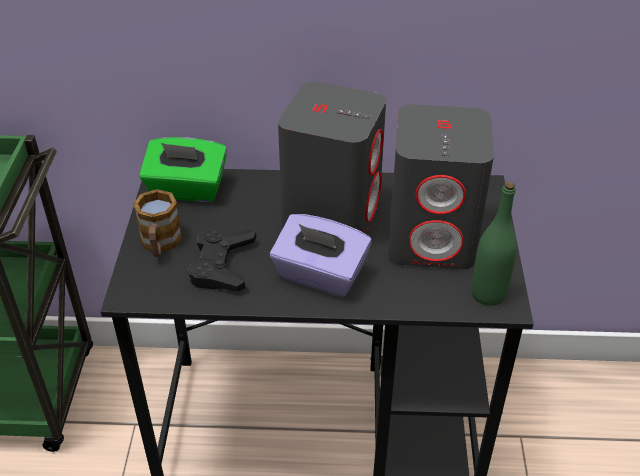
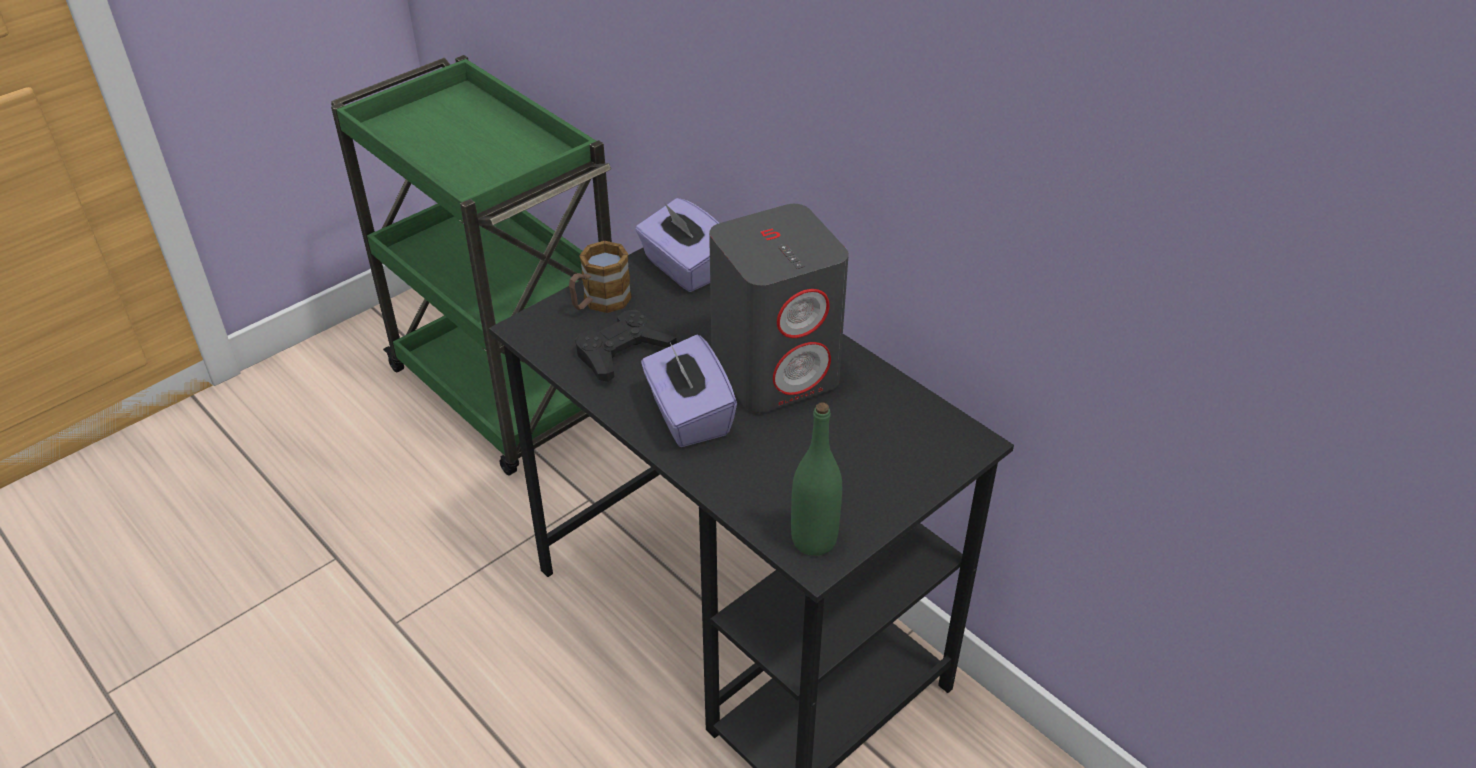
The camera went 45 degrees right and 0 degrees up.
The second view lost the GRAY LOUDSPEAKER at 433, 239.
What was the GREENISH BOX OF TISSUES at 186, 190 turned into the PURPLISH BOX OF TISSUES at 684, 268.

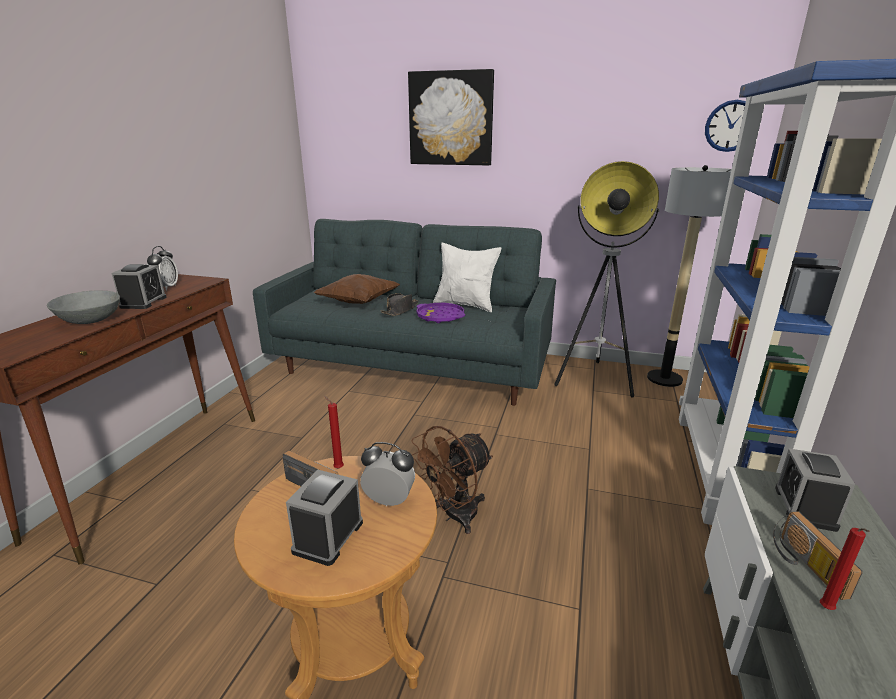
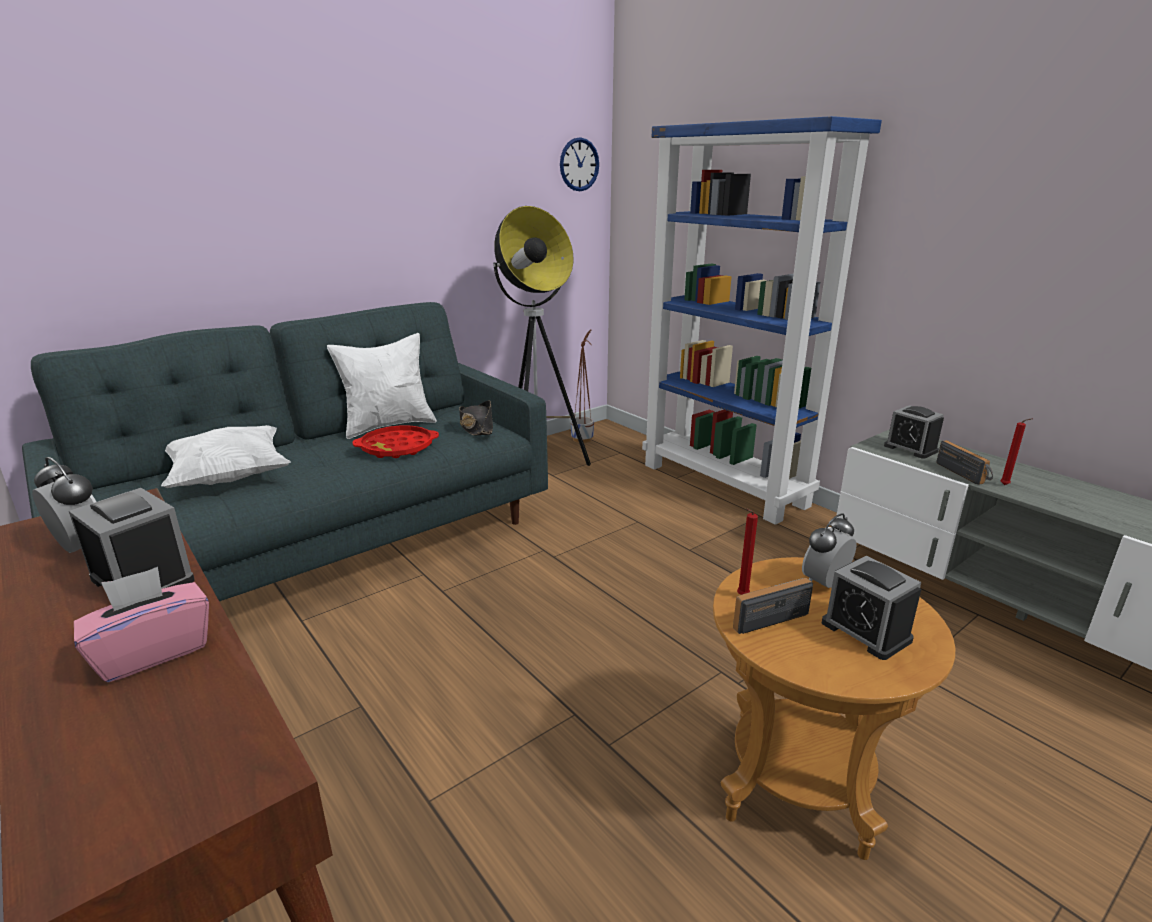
The camera went 55 degrees left and 0 degrees up.
The second view lost the WALL PICTURE at 451, 119.
The second view lost the BROWNISH COOLING FAN at 454, 516.
The BLACKISH CLOTHING HAT ended up elsewhere, having gone from 400, 310 to 476, 427.
Where the GRAY SERVING BOWL stood at 89, 320, the PINK BOX OF TISSUES came to stand at 153, 651.
Where the STANDING LAMP stood at 664, 379, the PLANT POT came to stand at 582, 439.
What was the BROWNISH PILLOW at 358, 302 turned into the WHITE PILLOW at 229, 478.
What was the PURPLISH SERVING TRAY at 440, 317 turned into the REDDISH SERVING TRAY at 397, 448.
The RADIO RECEIVER at 803, 564 ended up facing another way, 135 degrees counterclockwise from before.

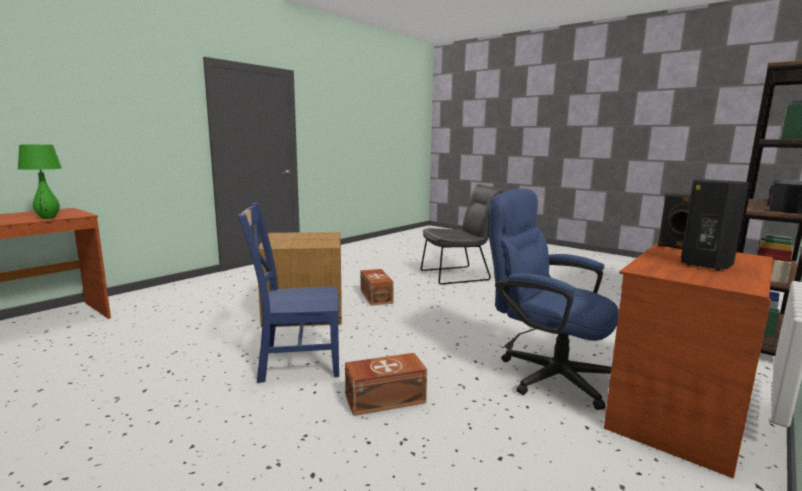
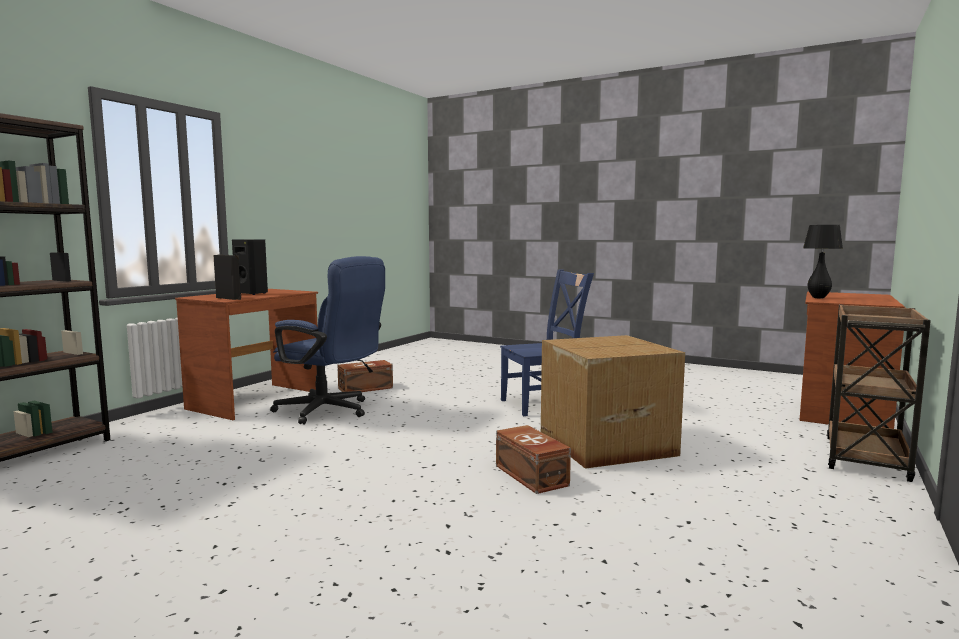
The camera went 170 degrees right and 5 degrees down.
The second view lost the GRAY PLAIN CHAIR at 459, 275.
The second view gained the BROWNISH WHEELED CART at 866, 459.
The BROWNISH STORAGE BOX ended up elsewhere, having gone from 383, 398 to 366, 388.
What was the GREENISH TABLE LAMP at 48, 218 turned into the BLACKISH TABLE LAMP at 818, 298.

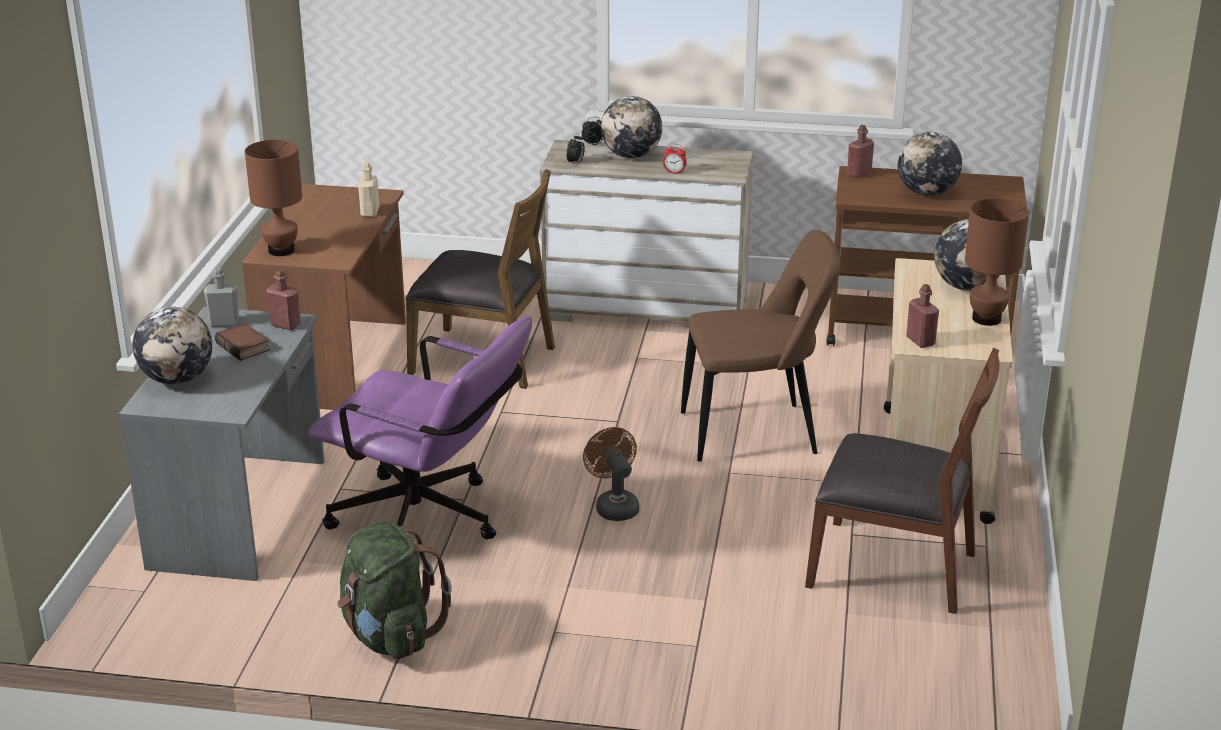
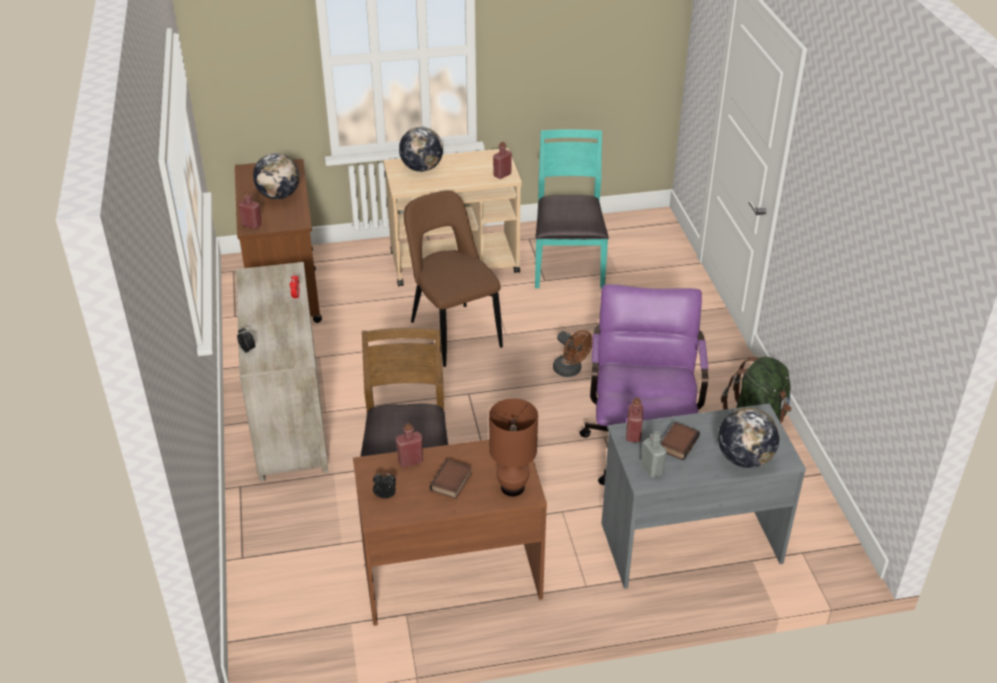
The camera went 110 degrees left and 10 degrees up.
The second view lost the GLOBE at 631, 156.
The second view lost the BROWNISH TABLE LAMP at 986, 319.
The second view gained the VOLUME at 452, 483.
The ALARM CLOCK ended up elsewhere, having gone from 575, 162 to 385, 495.
What was the BEIGE BEVERAGE BOTTLE at 370, 212 turned into the REDDISH BEVERAGE BOTTLE at 410, 461.
What was the BROWNISH PLAIN CHAIR at 893, 568 turned into the TURQUOISE-COLOURED PLAIN CHAIR at 568, 263.
The BROWNISH COOLING FAN at 614, 506 ended up facing another way, 90 degrees counterclockwise from before.

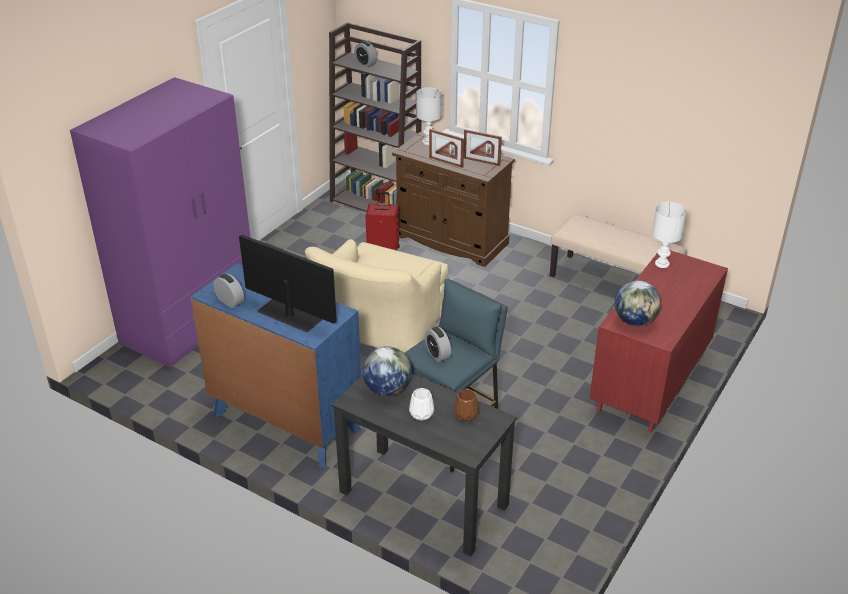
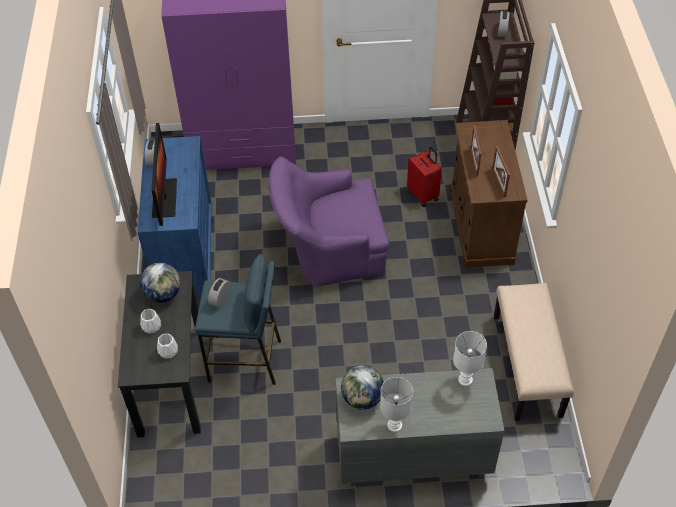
The camera went 55 degrees right and 15 degrees up.
The WHITE TABLE LAMP ended up elsewhere, having gone from 429, 142 to 395, 426.
What was the BEIGE EASY CHAIR at 380, 327 turned into the PURPLISH EASY CHAIR at 328, 249.
What was the BROWNISH FLOWER VASE at 465, 415 turned into the WHITE FLOWER VASE at 168, 351.
What was the REDDISH DRAWER CHEST at 650, 382 turned into the GRAY DRAWER CHEST at 412, 456.

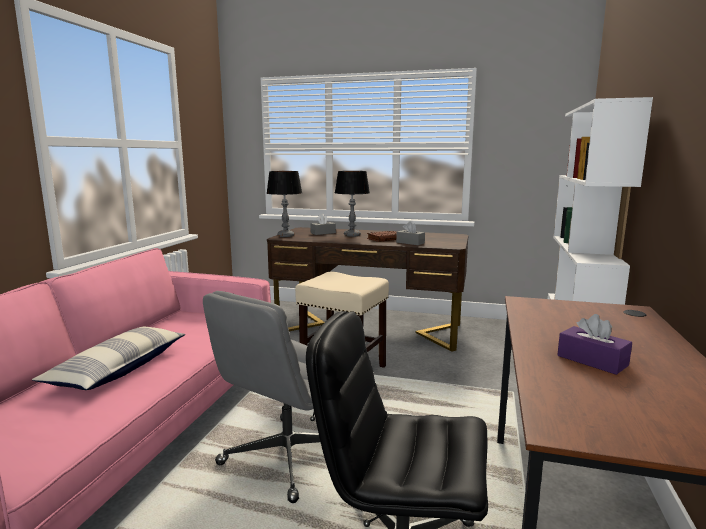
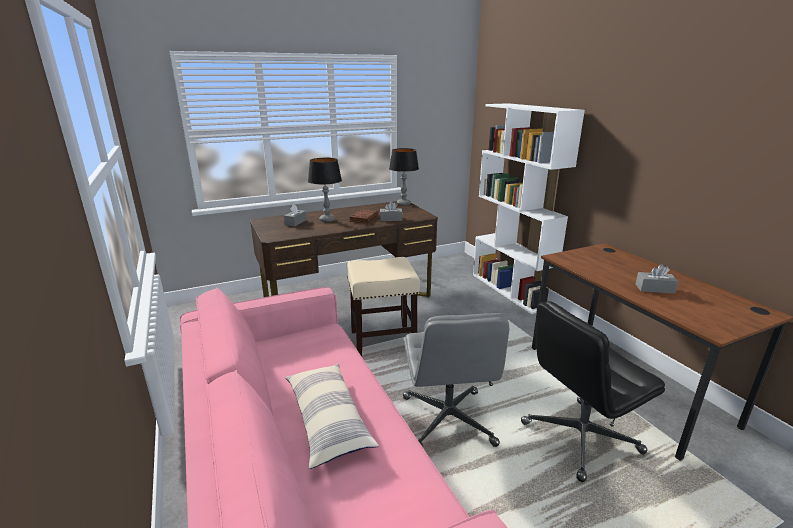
The camera went 40 degrees left and 10 degrees up.
The TABLE LAMP ended up elsewhere, having gone from 285, 236 to 403, 204.
What was the PURPLISH BOX OF TISSUES at 592, 360 turned into the GRAY BOX OF TISSUES at 654, 289.

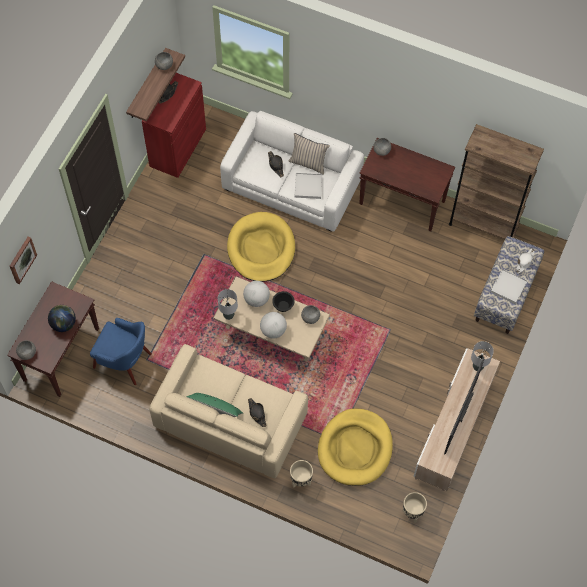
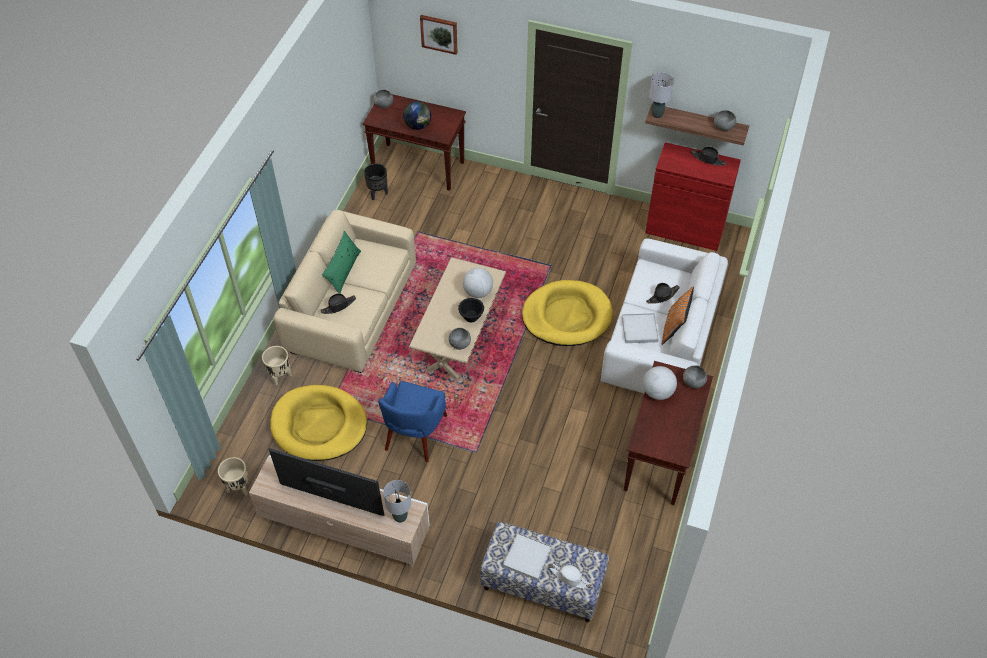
The camera went 85 degrees right and 10 degrees down.
The second view lost the BROWNISH BOOKSHELF at 483, 225.
The second view gained the BLACKISH PLANT POT at 378, 193.
The BLUE EASY CHAIR ended up elsewhere, having gone from 124, 361 to 415, 434.
The GRAY TABLE LAMP ended up elsewhere, having gone from 228, 315 to 657, 114.
The GLOBE ended up elsewhere, having gone from 273, 330 to 657, 392.
What was the BEIGE PILLOW at 308, 163 turned into the ORANGE-COLOURED PILLOW at 674, 328.

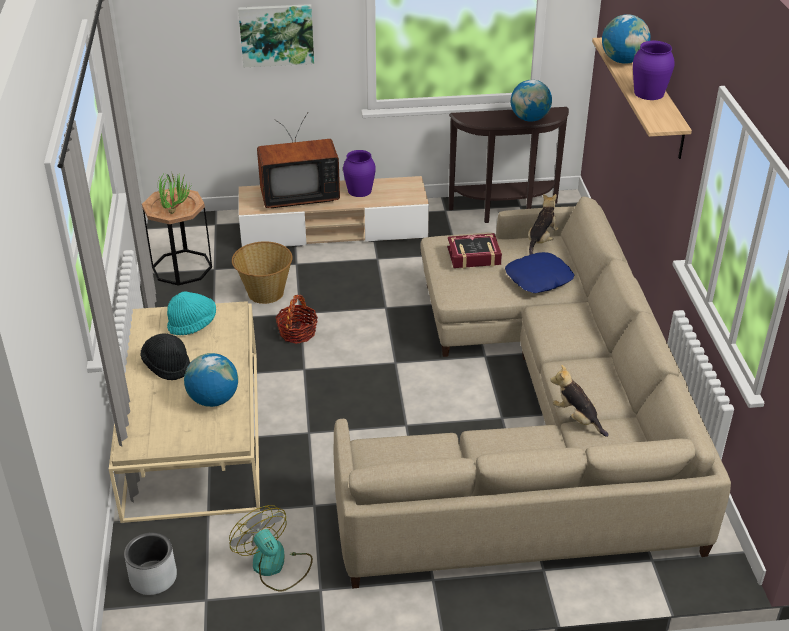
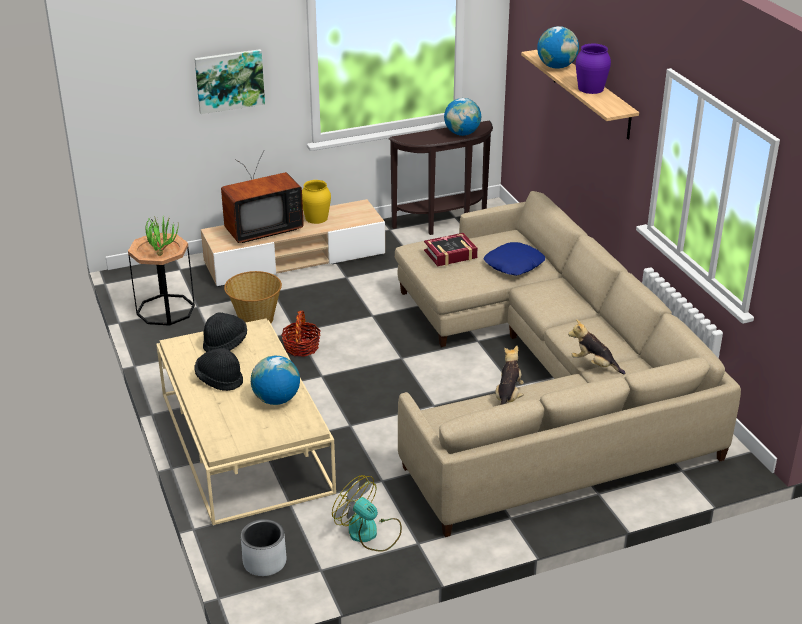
The camera went 15 degrees left and 5 degrees down.
The SOFT TOY ended up elsewhere, having gone from 541, 240 to 508, 397.
What was the TURQUOISE-COLOURED CLOTHING HAT at 192, 324 turned into the BLACKISH CLOTHING HAT at 225, 343.
What was the PURPLISH FLOWER VASE at 360, 190 turned into the YELLOW-COLOURED FLOWER VASE at 316, 218.

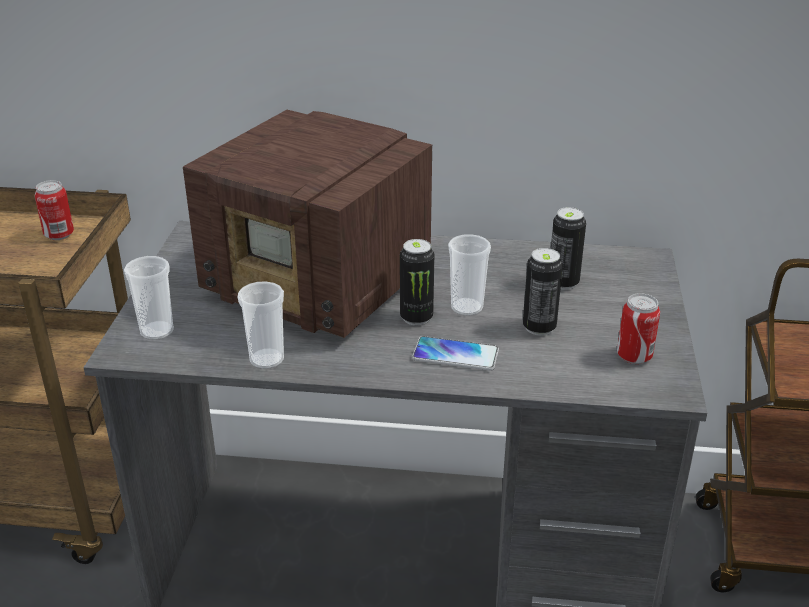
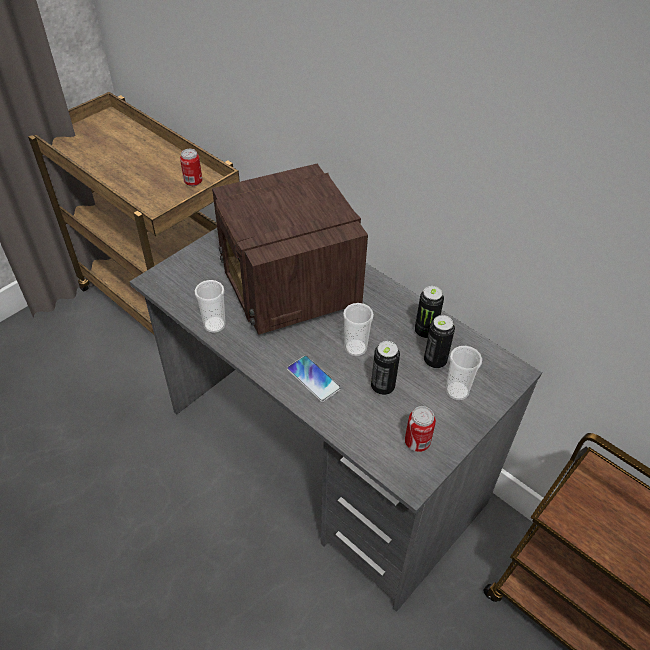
The camera went 35 degrees right and 15 degrees up.
The SMALL CUP ended up elsewhere, having gone from 157, 331 to 457, 391.
The METAL CAN ended up elsewhere, having gone from 416, 317 to 425, 331.

